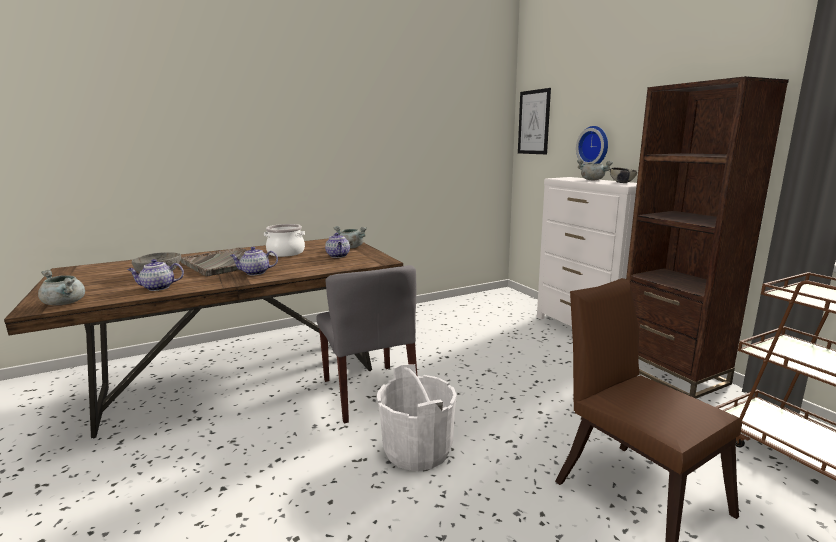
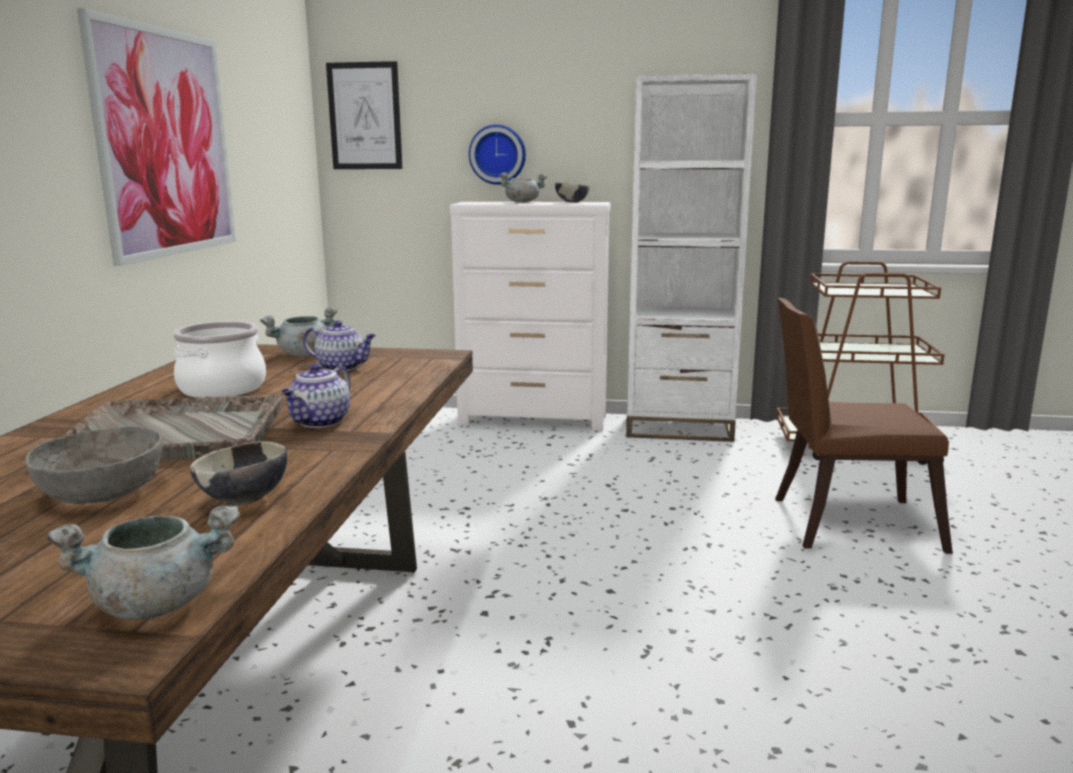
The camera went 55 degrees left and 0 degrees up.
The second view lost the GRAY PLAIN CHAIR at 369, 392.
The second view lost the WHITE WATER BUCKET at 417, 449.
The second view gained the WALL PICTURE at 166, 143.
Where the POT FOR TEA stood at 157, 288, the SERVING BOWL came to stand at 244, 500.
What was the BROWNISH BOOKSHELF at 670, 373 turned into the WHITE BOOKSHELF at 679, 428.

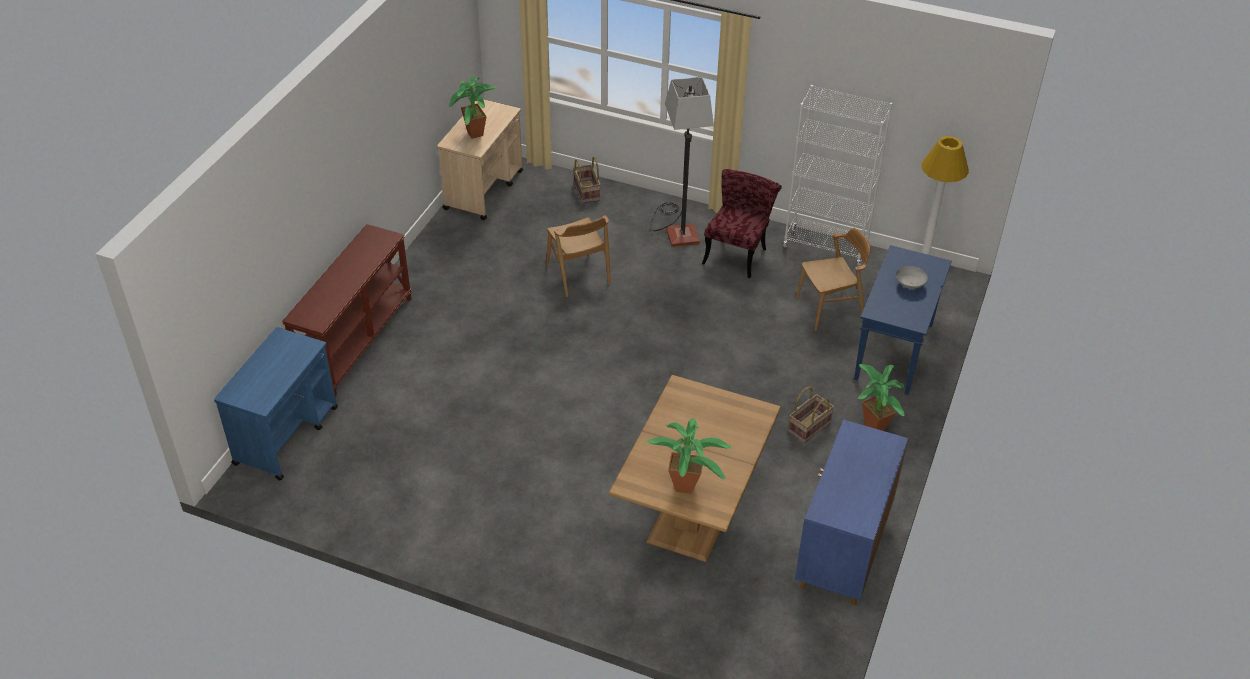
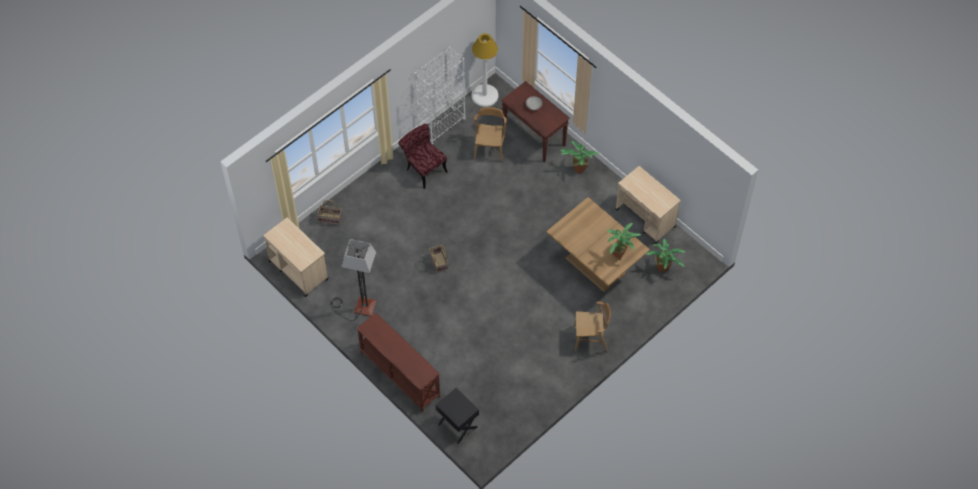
The camera went 65 degrees left and 15 degrees up.
The HOUSEPLANT ended up elsewhere, having gone from 474, 136 to 664, 269.
The BROWNISH PLAIN CHAIR ended up elsewhere, having gone from 578, 275 to 591, 338.
The STANDING LAMP ended up elsewhere, having gone from 677, 230 to 358, 307.
The HOUSEHOLD BASKET ended up elsewhere, having gone from 808, 427 to 438, 262.
Where the BLUE WHEELED CART stood at 287, 435, the BLACKISH BEDSIDE TABLE came to stand at 457, 426.
Where the BLUE CABINET stood at 842, 554, the BEIGE WHEELED CART came to stand at 645, 218.
What was the BLUE HALL TABLE at 894, 353 turned into the BROWNISH HALL TABLE at 534, 136.

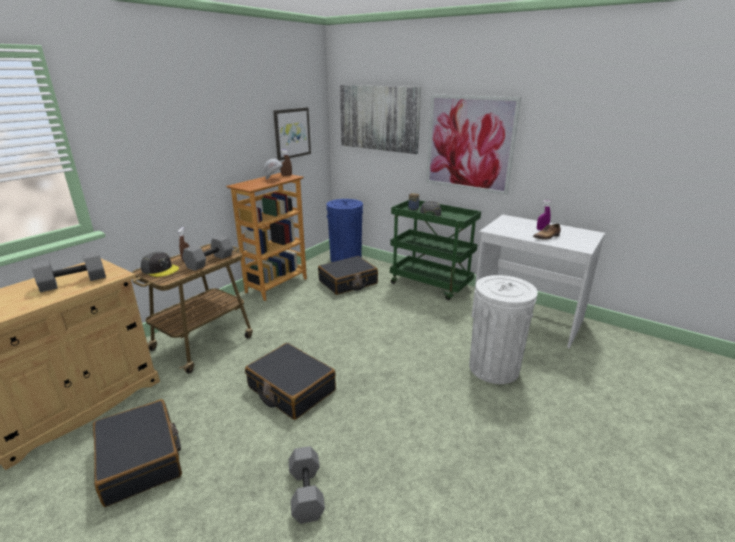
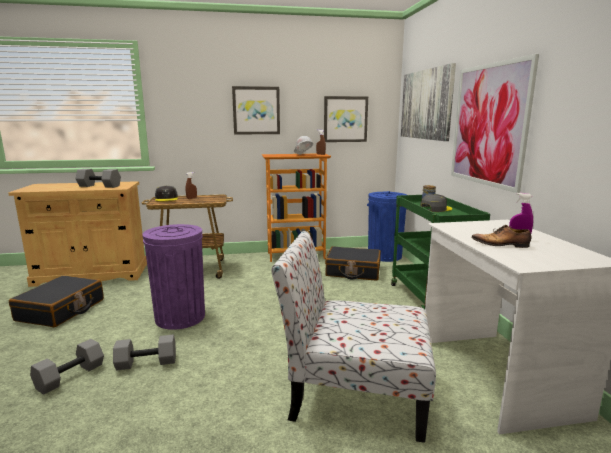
The camera went 45 degrees right and 10 degrees down.
The second view gained the WALL PICTURE at 256, 110.
The GRAY HAND WEIGHT ended up elsewhere, having gone from 209, 261 to 147, 362.
Where the BLACKISH PIECE OF LUGGAGE stood at 291, 389, the PURPLISH TRASH CAN came to stand at 180, 317.
Where the WHITE TRASH CAN stood at 493, 368, the PLAIN CHAIR came to stand at 354, 393.

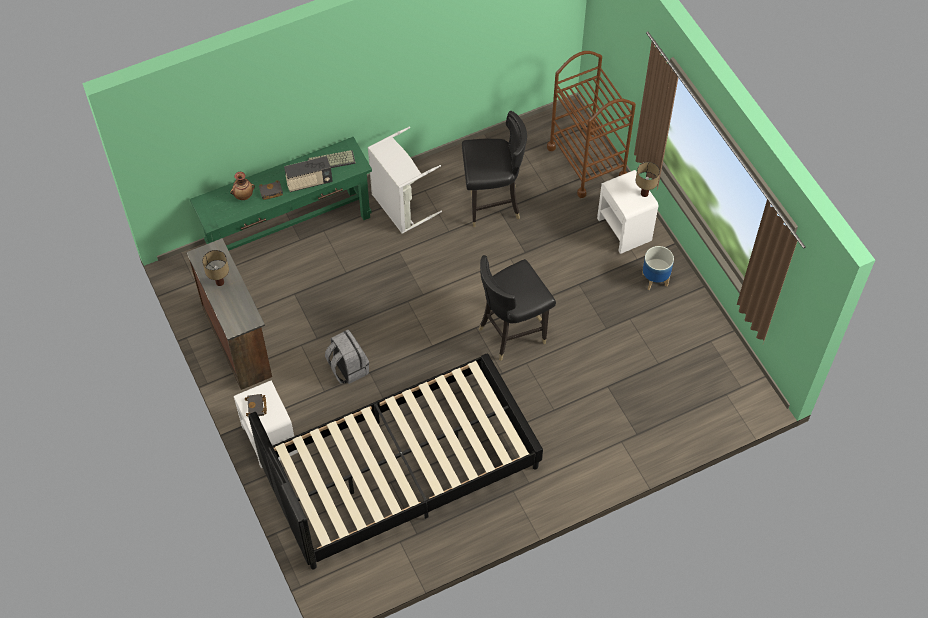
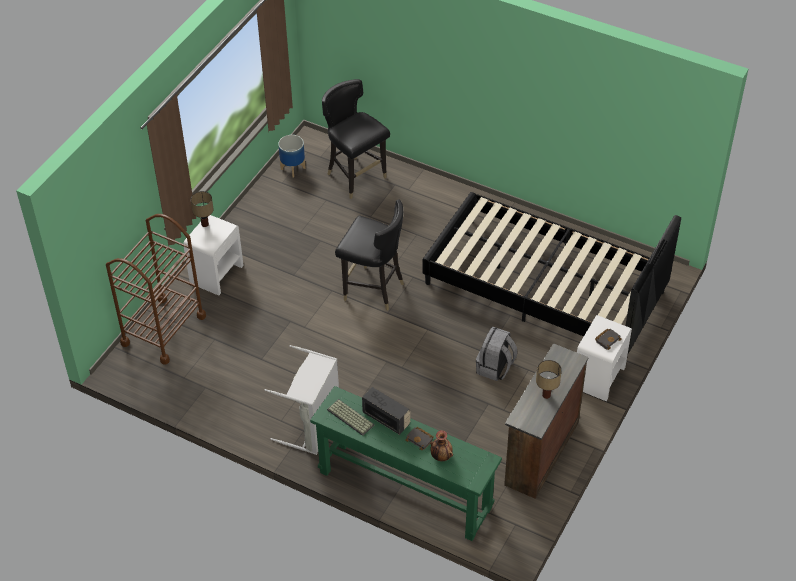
The camera went 125 degrees left and 10 degrees down.
The BLACKISH PLAIN CHAIR ended up elsewhere, having gone from 492, 205 to 356, 177.
The PLANT POT ended up elsewhere, having gone from 654, 280 to 293, 168.

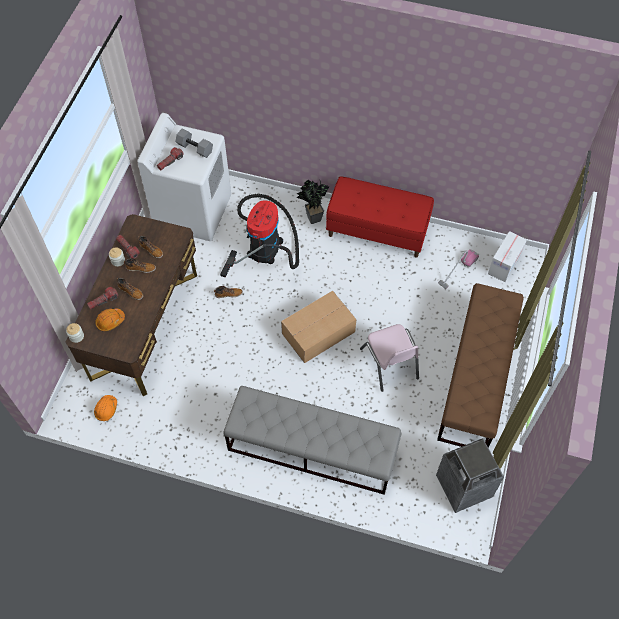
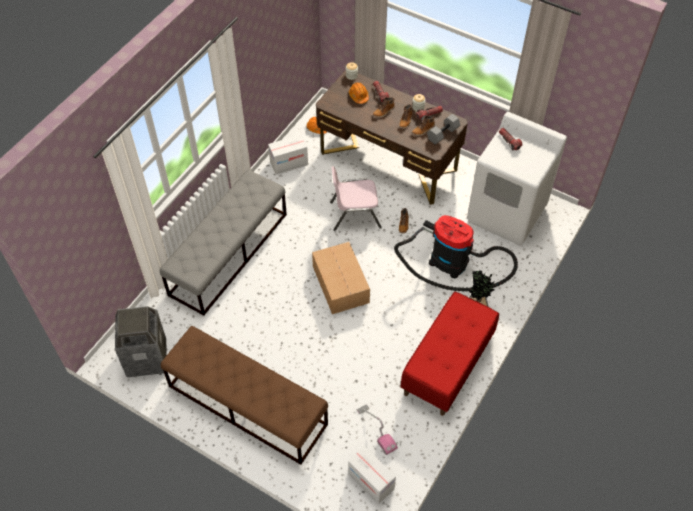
The camera went 105 degrees right and 5 degrees down.
The second view gained the PACKING BOX at 289, 163.
The GRAY HAND WEIGHT ended up elsewhere, having gone from 195, 148 to 443, 134.
The PINK PLAIN CHAIR ended up elsewhere, having gone from 389, 363 to 355, 214.

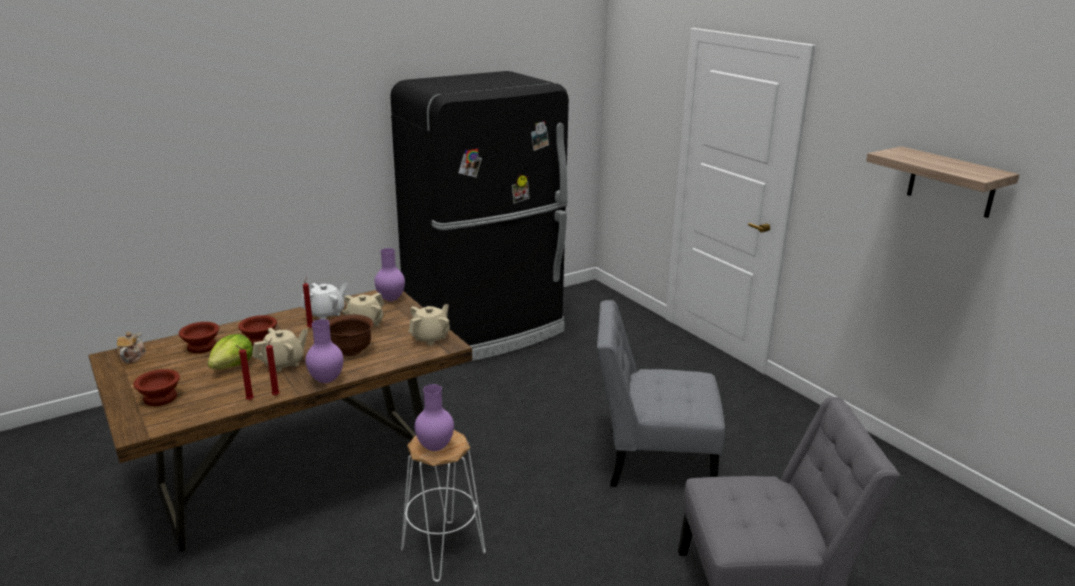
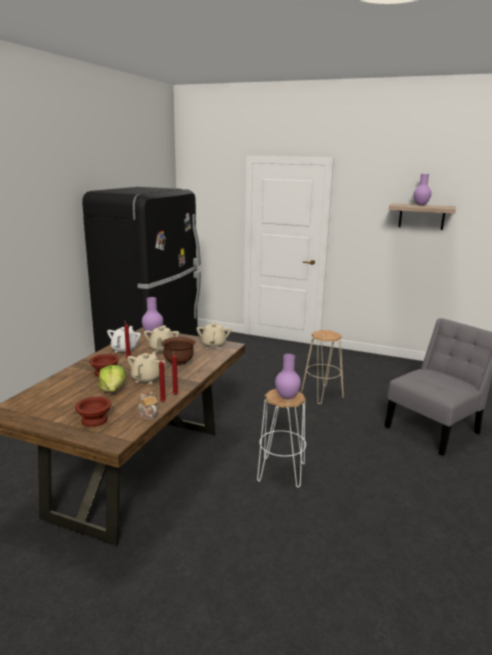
The camera went 35 degrees left and 5 degrees down.
The second view lost the BROWNISH SERVING BOWL at 203, 346.
The POT FOR TEA ended up elsewhere, having gone from 132, 357 to 147, 414.
The PURPLISH FLOWER VASE ended up elsewhere, having gone from 326, 381 to 421, 205.
Where the GRAY PLAIN CHAIR stood at 652, 459, the BEIGE STOOL came to stand at 321, 394.

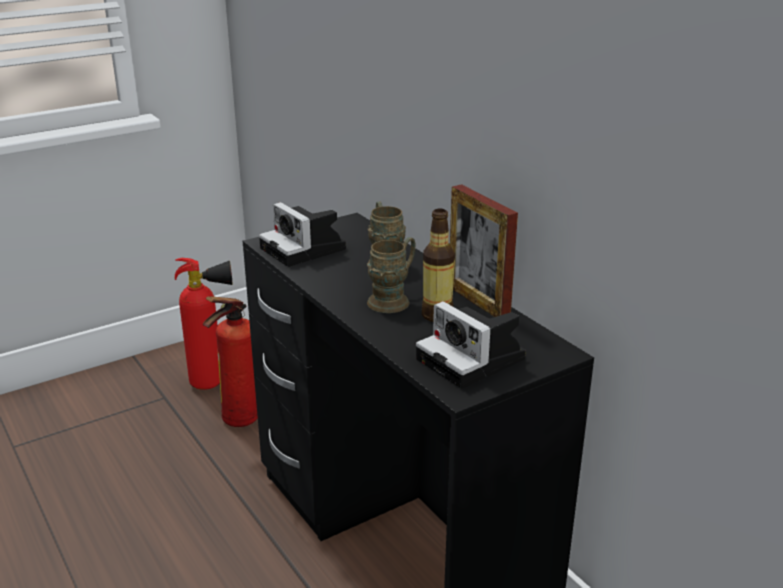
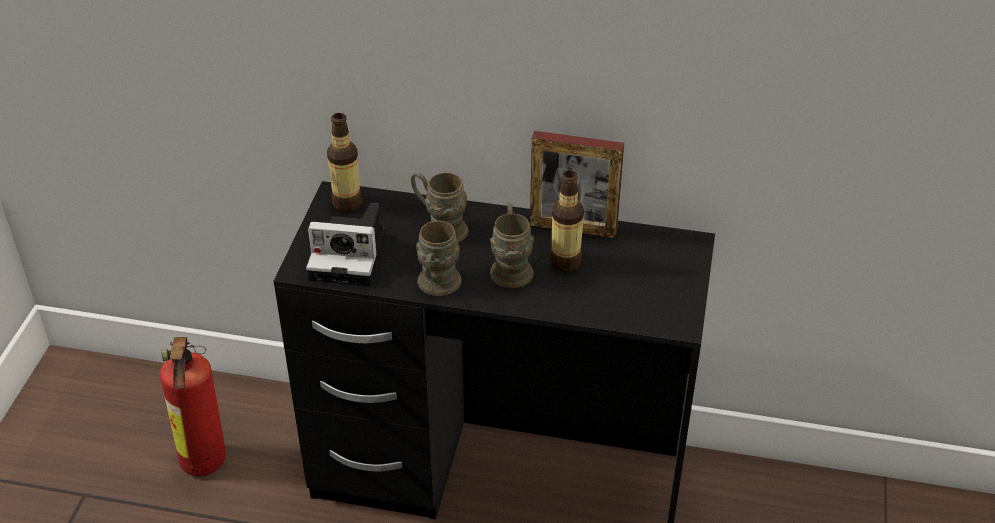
The camera went 45 degrees left and 15 degrees up.
The second view lost the FIRE EXTINGUISHER at 214, 383.
The second view lost the PHOTO CAMERA at 474, 360.
The second view gained the BEVERAGE BOTTLE at 347, 203.
The second view gained the BROWNISH MUG at 437, 286.

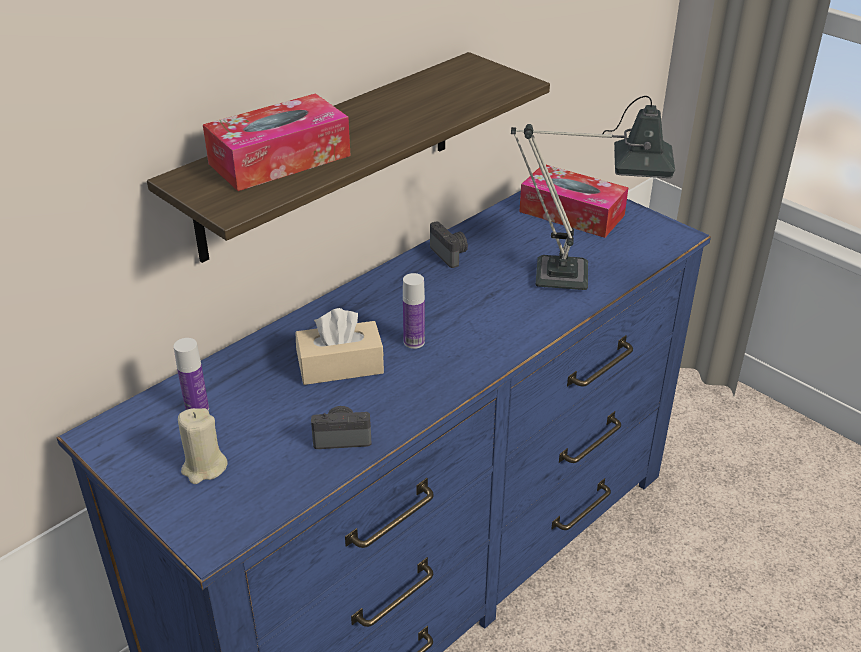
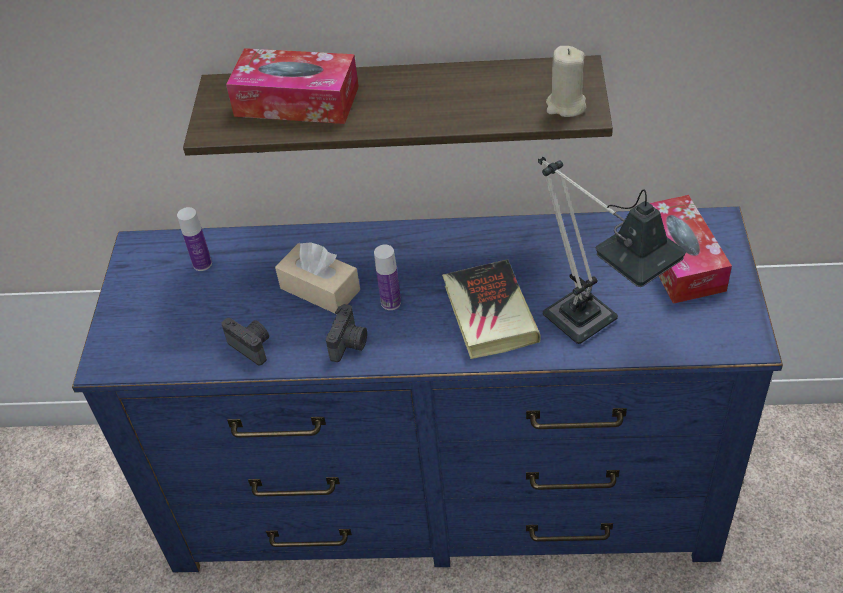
The camera went 50 degrees right and 10 degrees up.
The second view gained the VOLUME at 489, 314.
The BEIGE CANDLE ended up elsewhere, having gone from 204, 467 to 565, 106.
The PHOTO CAMERA ended up elsewhere, having gone from 450, 254 to 349, 344.

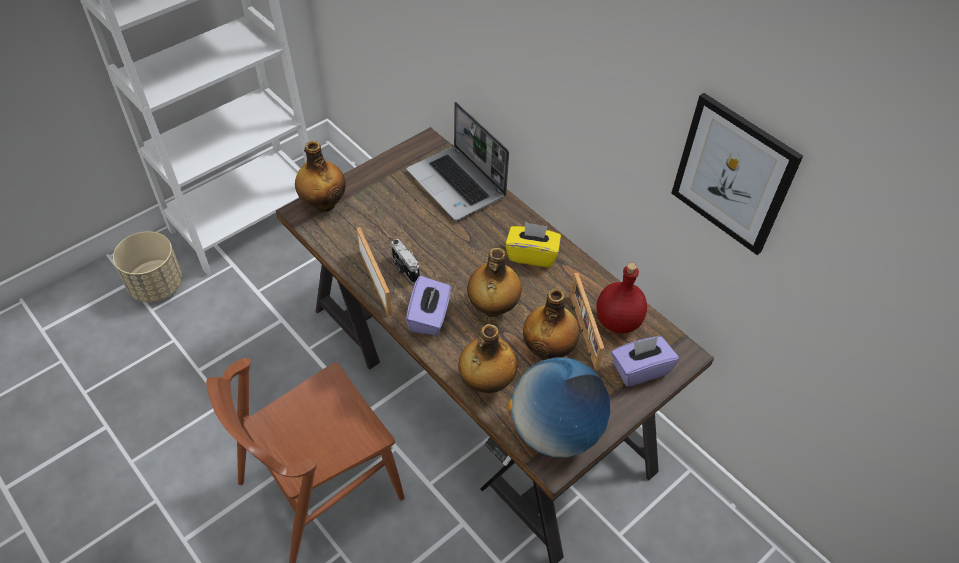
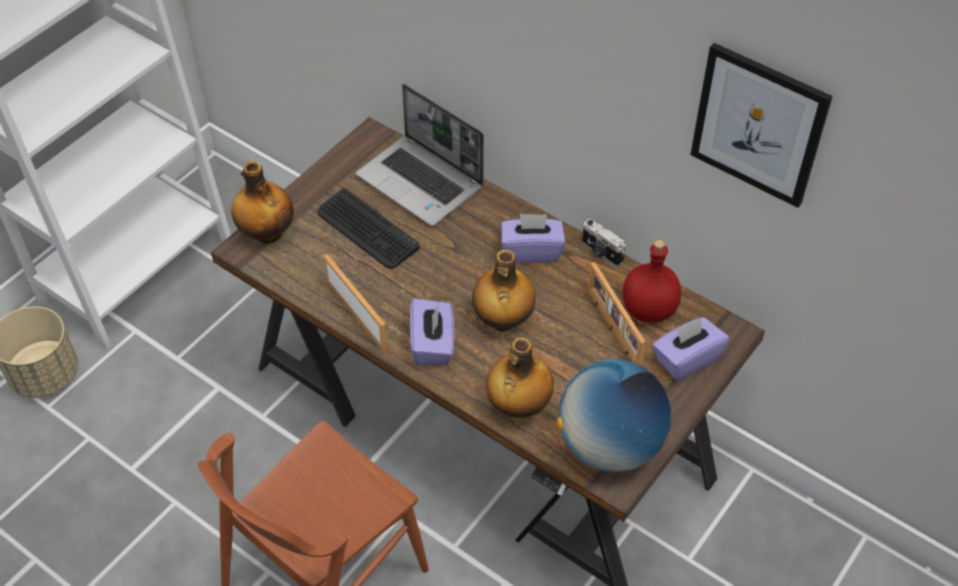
The camera went 10 degrees left and 0 degrees up.
The second view lost the BEVERAGE BOTTLE at 548, 350.
The second view gained the PC KEYBOARD at 367, 230.
The PHOTO CAMERA ended up elsewhere, having gone from 404, 269 to 601, 252.
What was the YELLOW-COLOURED BOX OF TISSUES at 532, 255 turned into the PURPLISH BOX OF TISSUES at 531, 251.

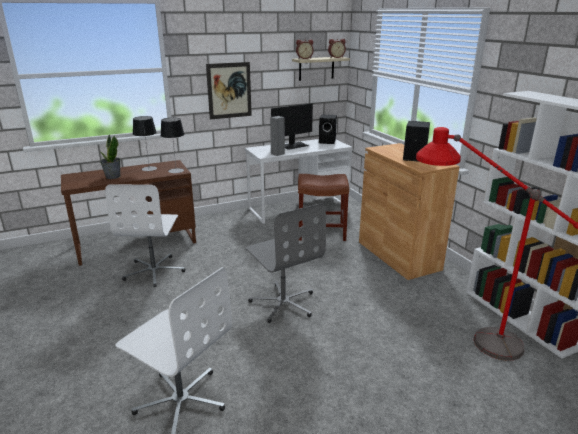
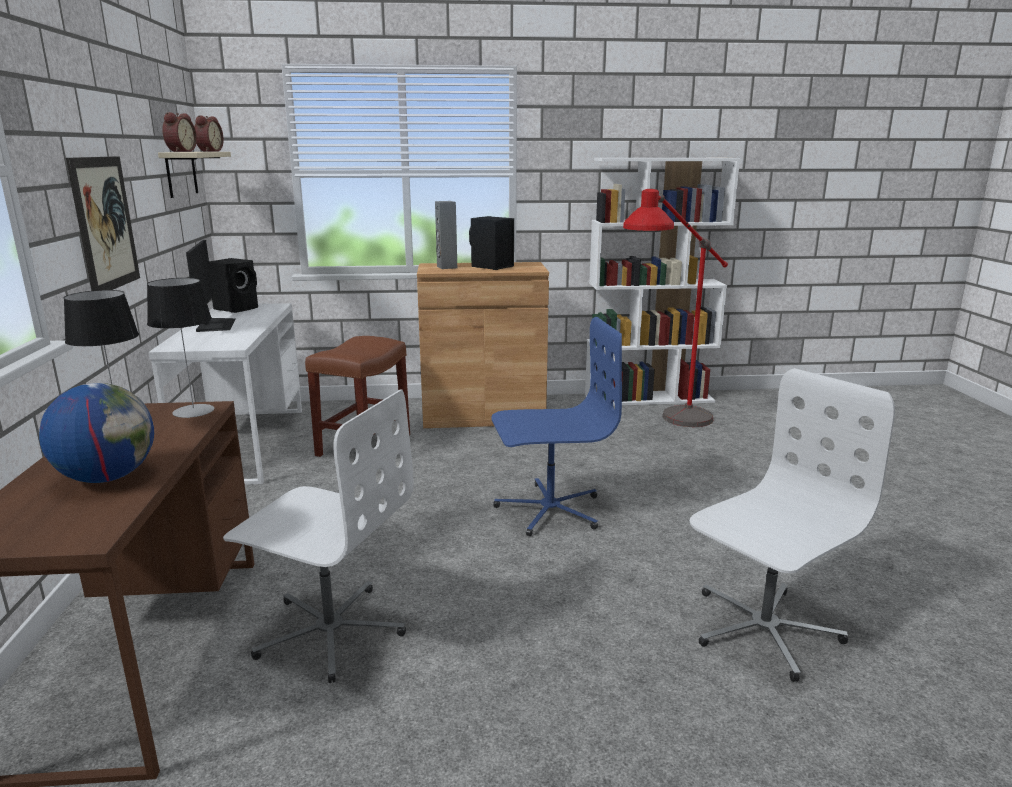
The camera went 70 degrees left and 5 degrees down.
The GRAY LOUDSPEAKER ended up elsewhere, having gone from 277, 154 to 446, 267.
Where the HOUSEPLANT stood at 112, 177, the GLOBE came to stand at 107, 477.
What was the GRAY OFFICE CHAIR at 283, 303 turned into the BLUE OFFICE CHAIR at 549, 509.

